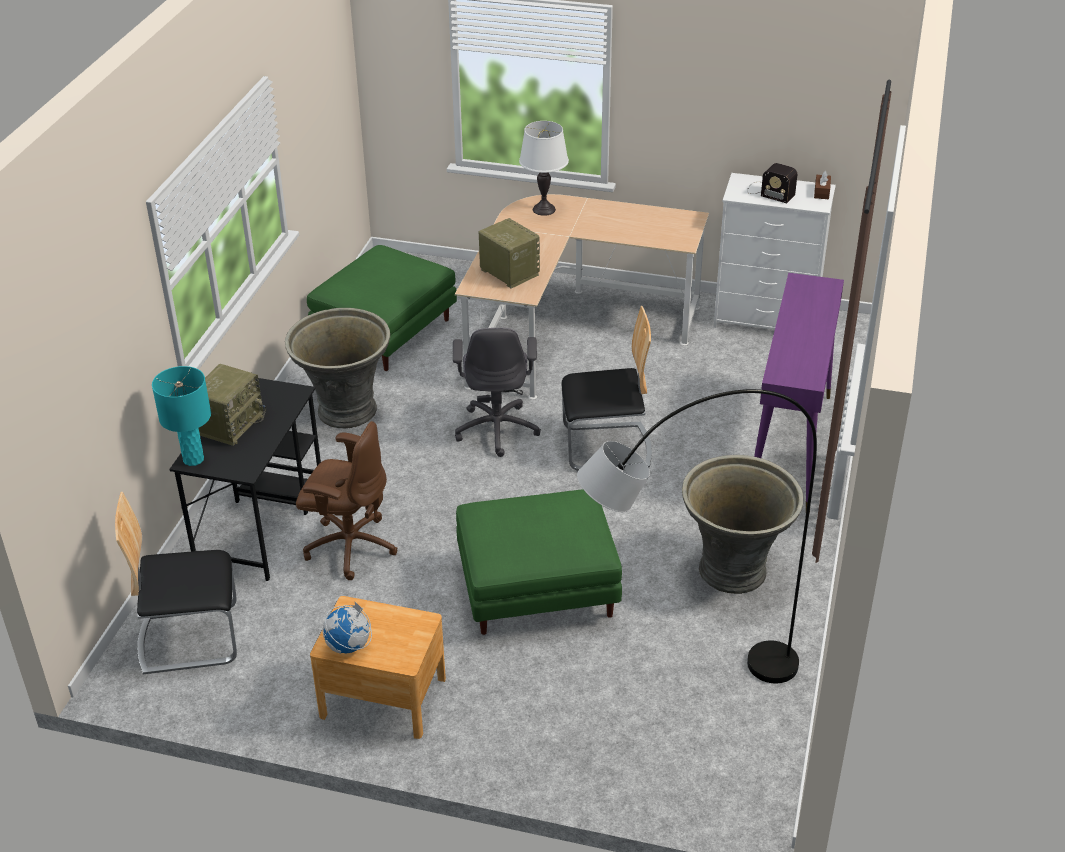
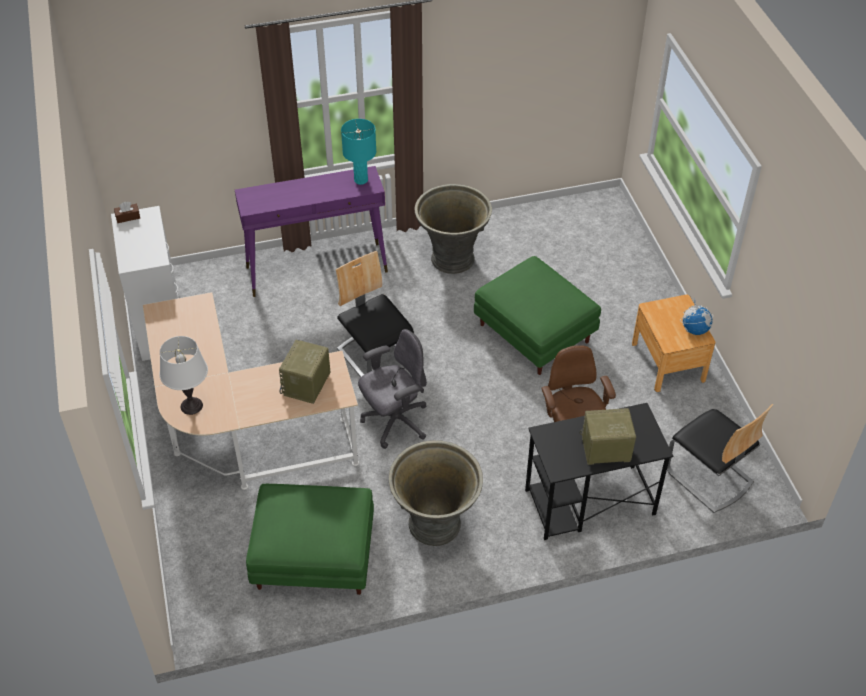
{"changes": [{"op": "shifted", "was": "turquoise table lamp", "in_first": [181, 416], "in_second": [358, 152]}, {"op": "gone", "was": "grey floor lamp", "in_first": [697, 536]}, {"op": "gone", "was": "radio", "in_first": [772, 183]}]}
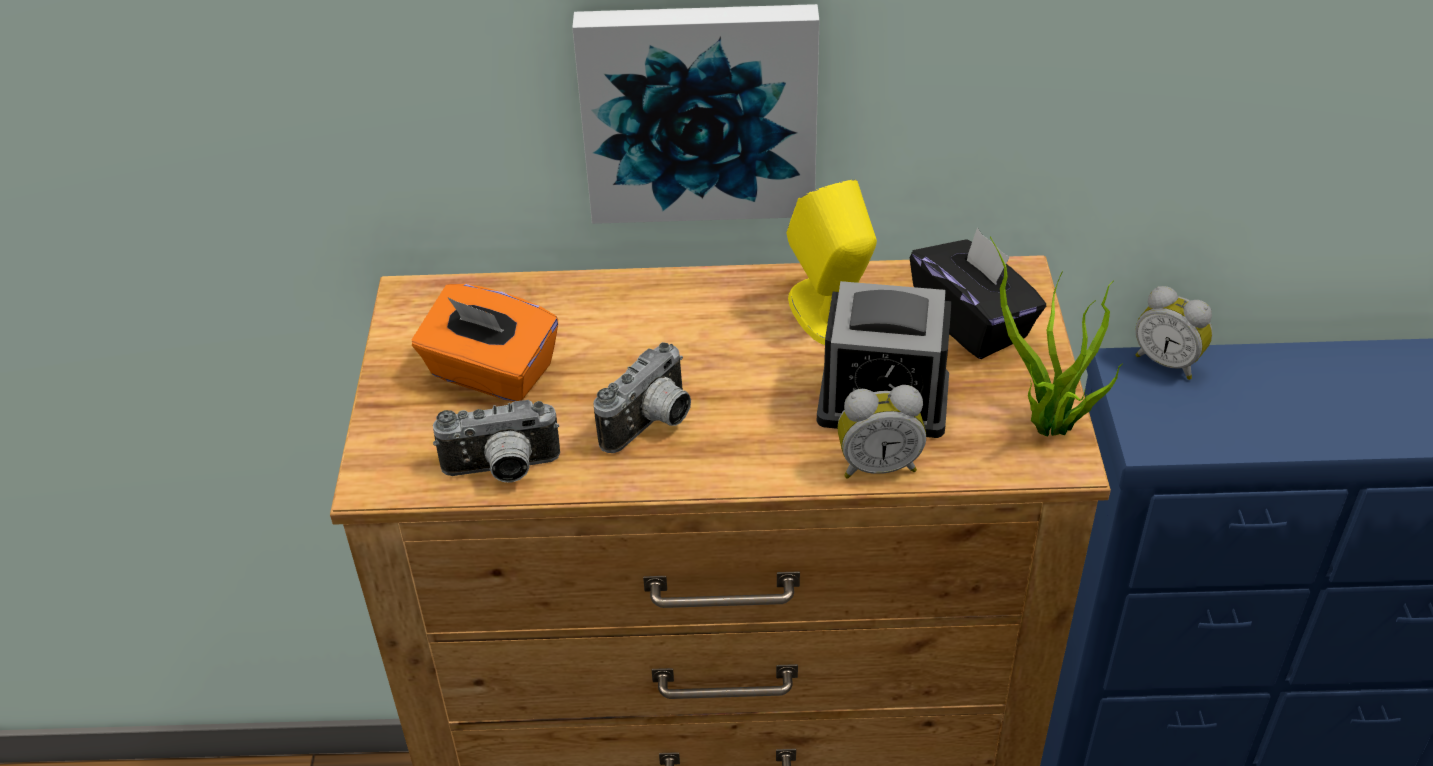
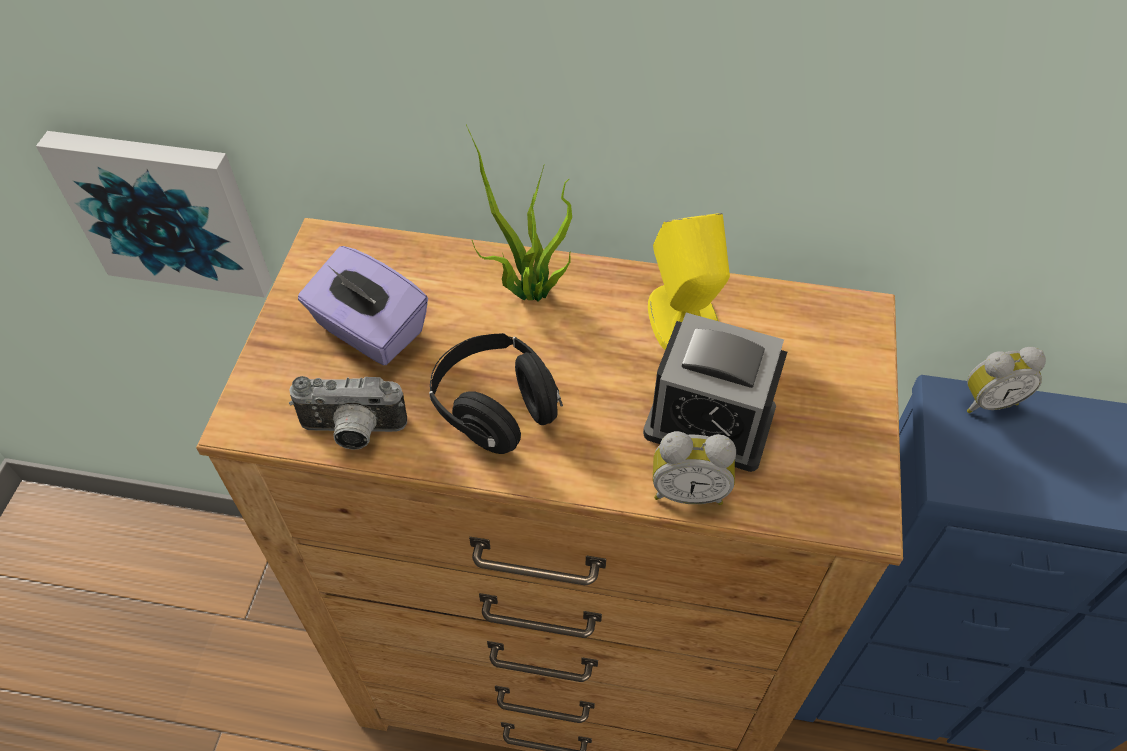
{"changes": [{"op": "repainted", "was": "orange tissue box", "now": "purple tissue box", "in_first": [485, 343], "in_second": [363, 305]}, {"op": "shifted", "was": "picture", "in_first": [695, 114], "in_second": [154, 214]}, {"op": "swapped", "was": "photo camera", "now": "black headphones", "in_first": [642, 397], "in_second": [496, 393]}, {"op": "gone", "was": "black tissue box", "in_first": [978, 293]}, {"op": "shifted", "was": "potted plant", "in_first": [1056, 336], "in_second": [519, 212]}, {"op": "rotated", "was": "alarm clock", "in_first": [1174, 333], "in_second": [1006, 380], "clockwise": -60}]}
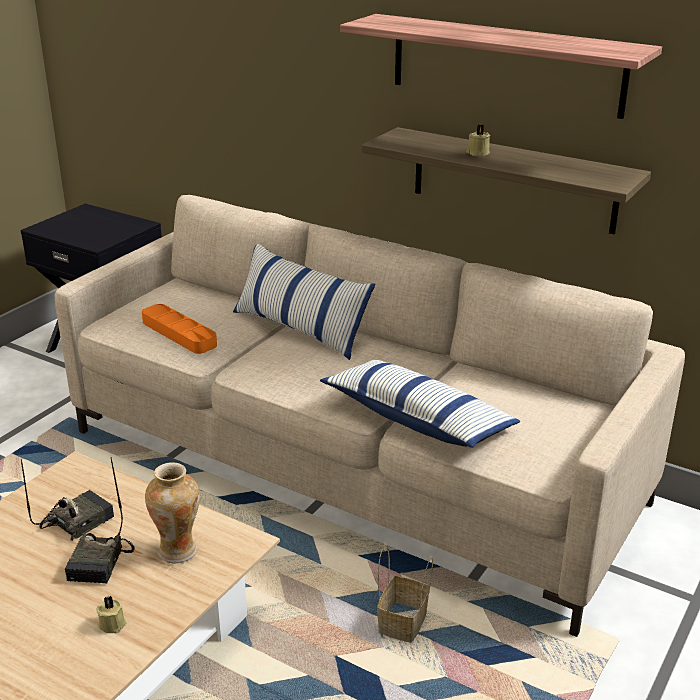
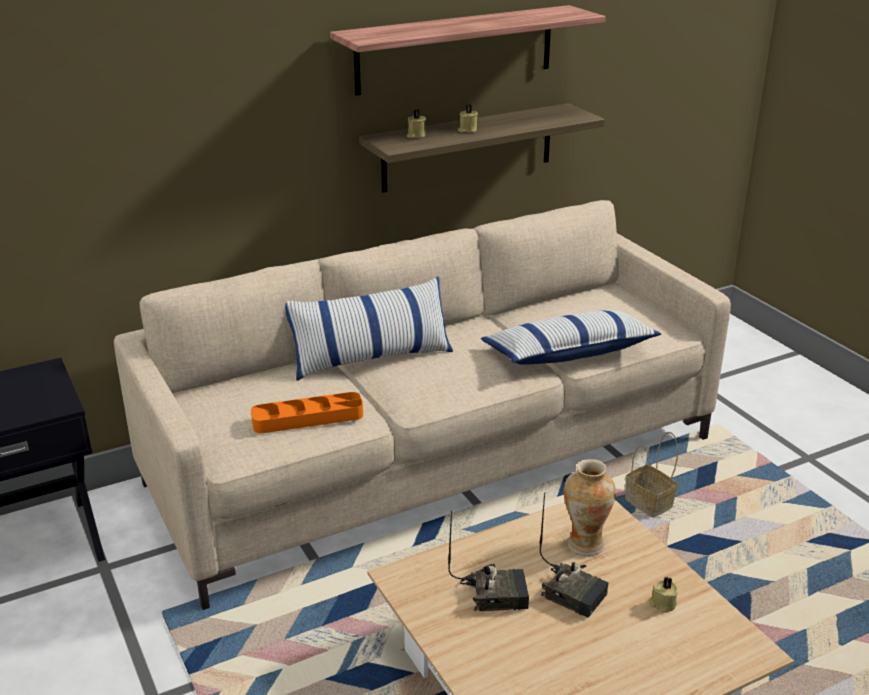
{"changes": [{"op": "rotated", "was": "radio", "in_first": [67, 500], "in_second": [488, 561], "clockwise": 105}, {"op": "new", "now": "beige candle", "in_second": [416, 123]}]}
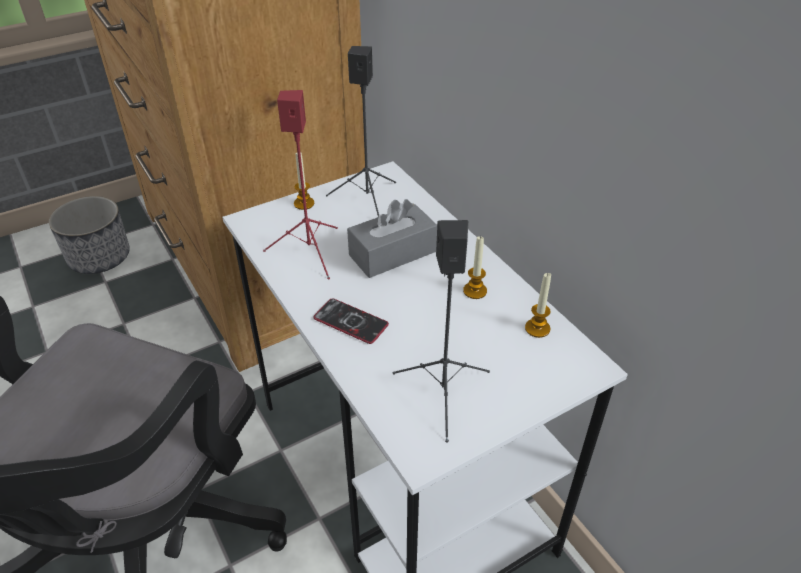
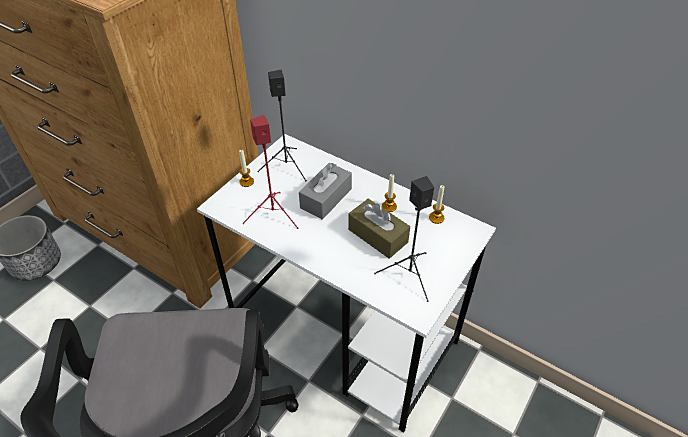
{"changes": [{"op": "gone", "was": "phone", "in_first": [351, 321]}, {"op": "new", "now": "brown tissue box", "in_second": [379, 229]}]}
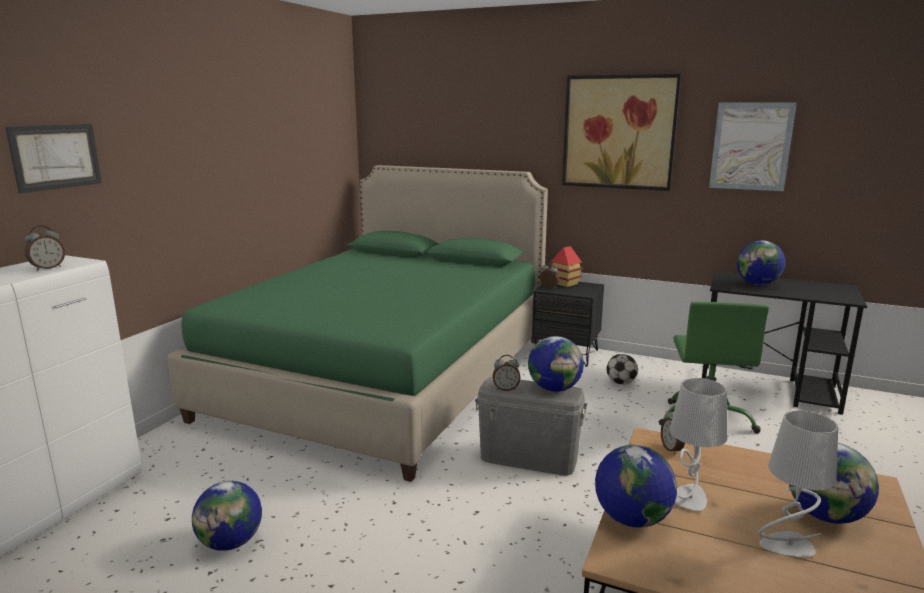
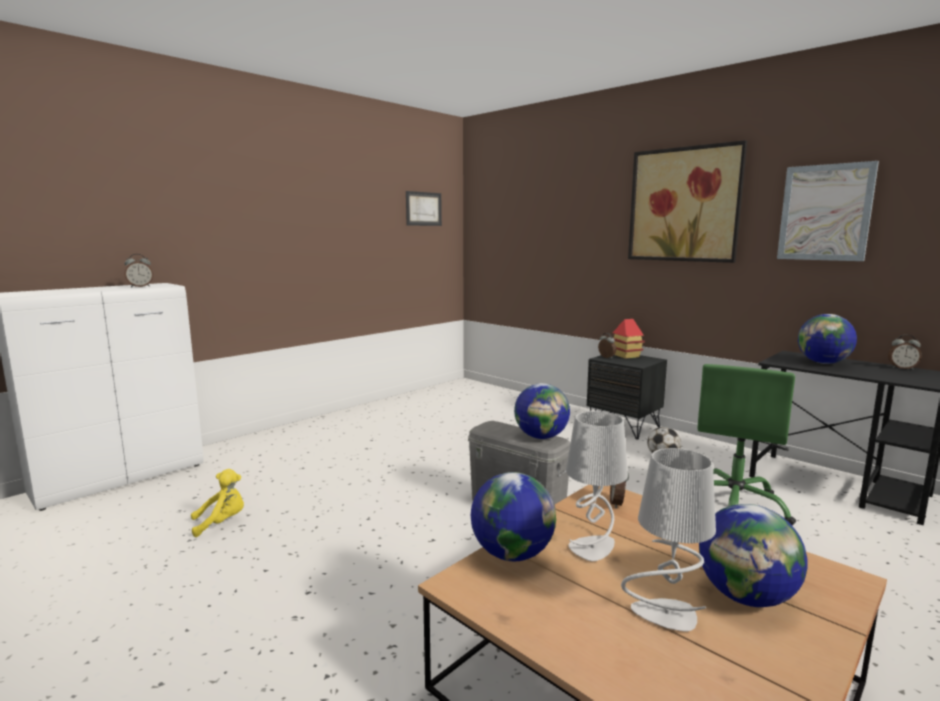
{"changes": [{"op": "shifted", "was": "picture", "in_first": [53, 158], "in_second": [424, 208]}, {"op": "gone", "was": "green bed", "in_first": [357, 323]}, {"op": "swapped", "was": "globe", "now": "yellow plush toy", "in_first": [227, 516], "in_second": [217, 503]}, {"op": "shifted", "was": "alarm clock", "in_first": [507, 373], "in_second": [905, 351]}]}
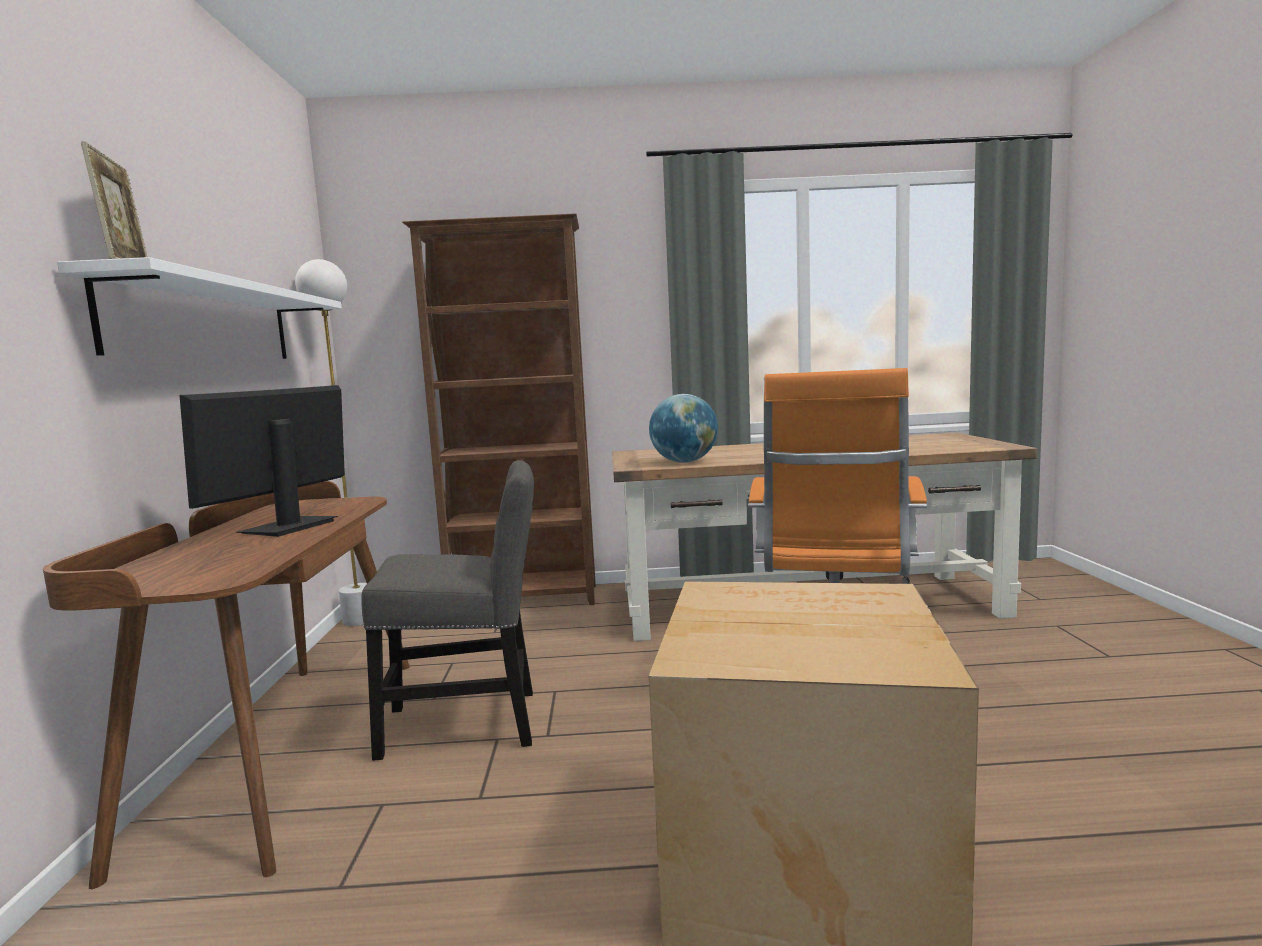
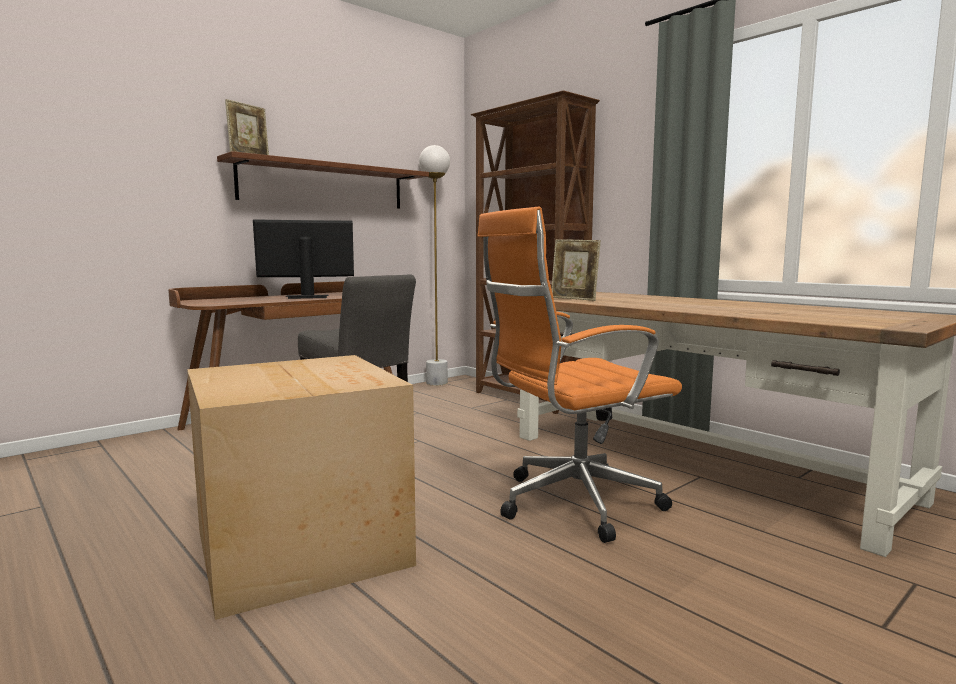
{"changes": [{"op": "repainted", "was": "white shelf", "now": "brown shelf", "in_first": [199, 308], "in_second": [323, 180]}, {"op": "swapped", "was": "globe", "now": "picture frame", "in_first": [683, 428], "in_second": [576, 270]}]}
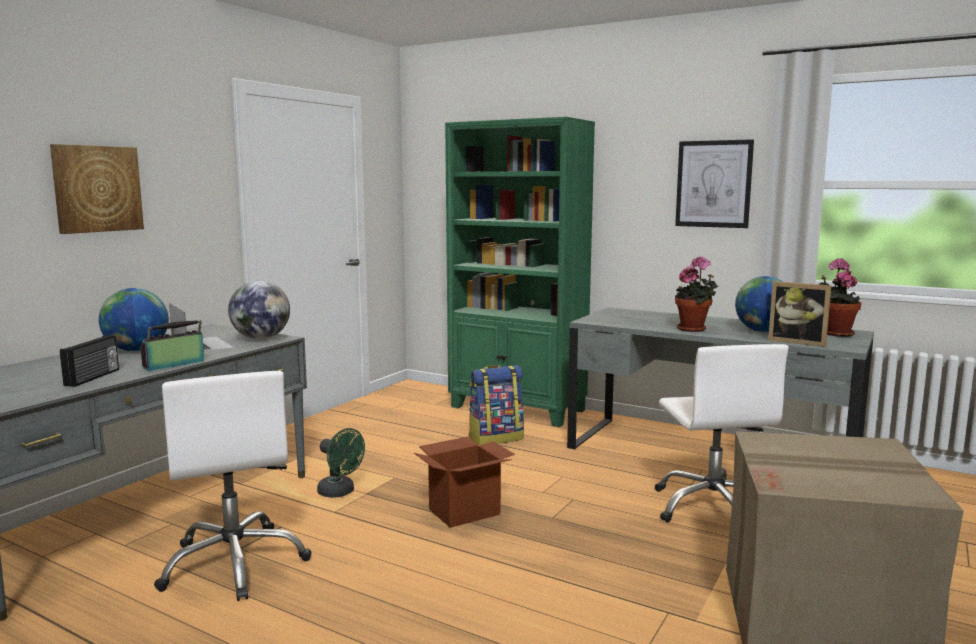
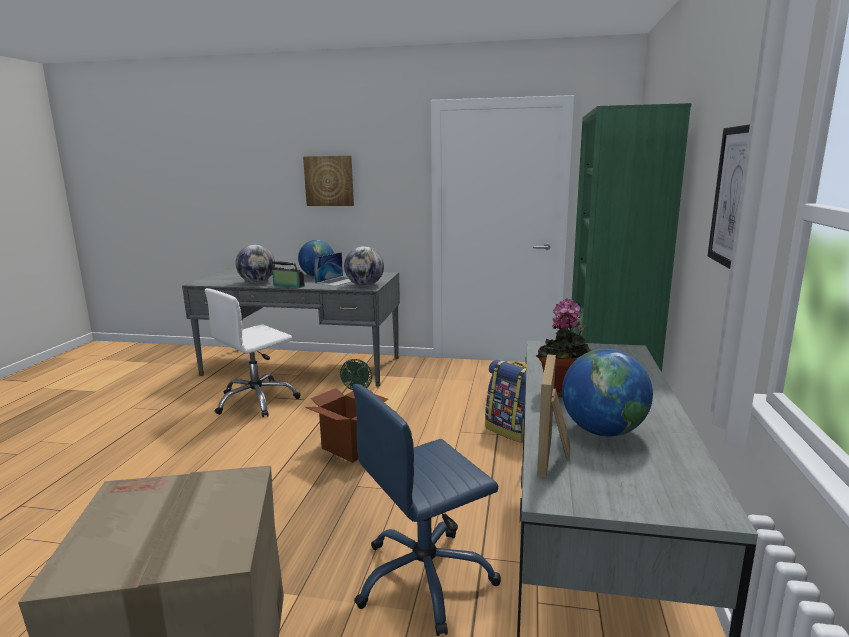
{"changes": [{"op": "swapped", "was": "radio", "now": "globe", "in_first": [89, 361], "in_second": [255, 264]}, {"op": "repainted", "was": "white office chair", "now": "blue office chair", "in_first": [721, 433], "in_second": [426, 510]}, {"op": "gone", "was": "potted plant", "in_first": [840, 297]}]}
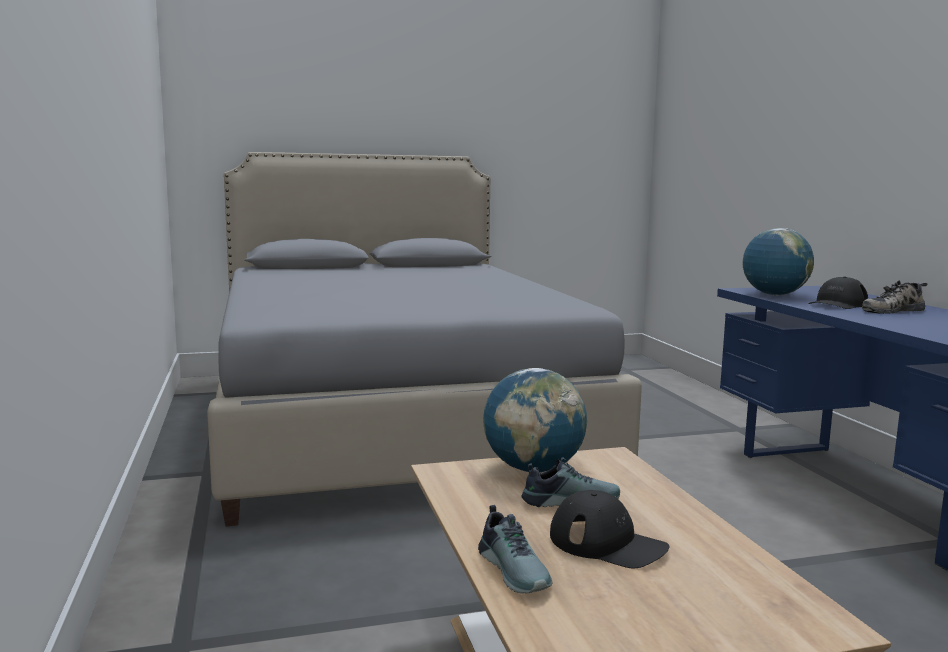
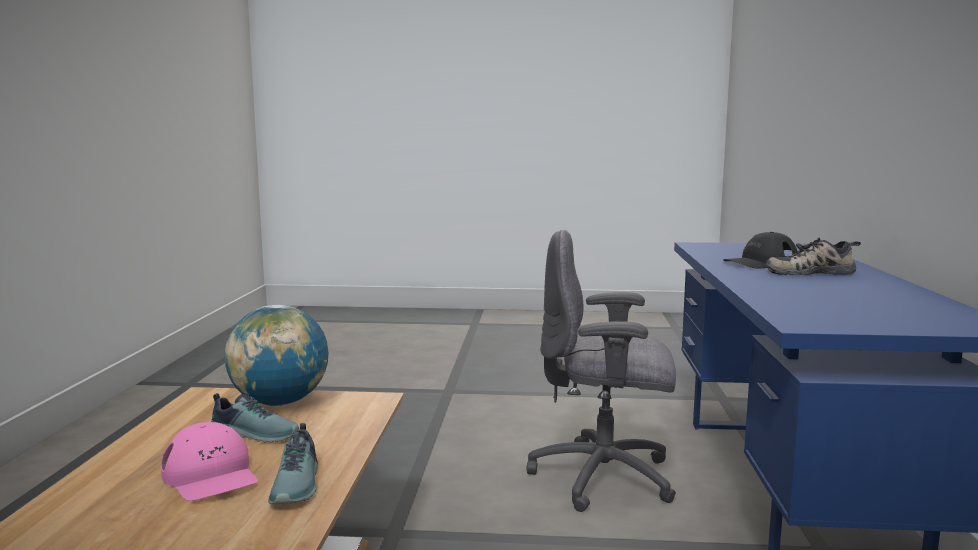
{"changes": [{"op": "gone", "was": "grey bed", "in_first": [424, 339]}, {"op": "shifted", "was": "shoe", "in_first": [515, 549], "in_second": [293, 463]}, {"op": "repainted", "was": "black cap", "now": "pink cap", "in_first": [609, 529], "in_second": [209, 461]}, {"op": "gone", "was": "globe", "in_first": [778, 262]}, {"op": "new", "now": "grey office chair", "in_second": [601, 371]}]}
